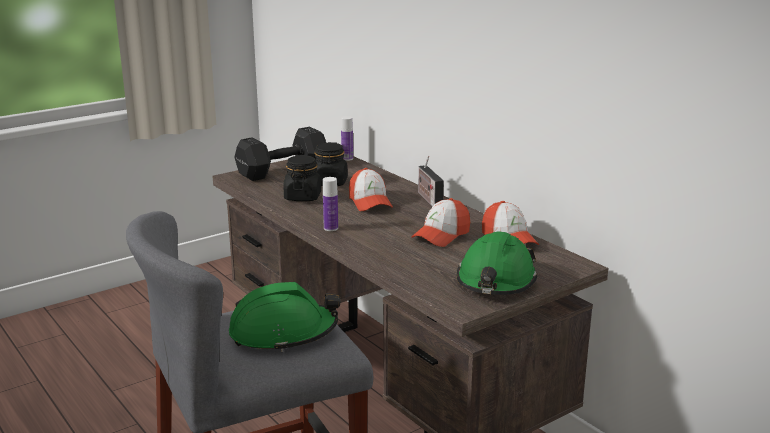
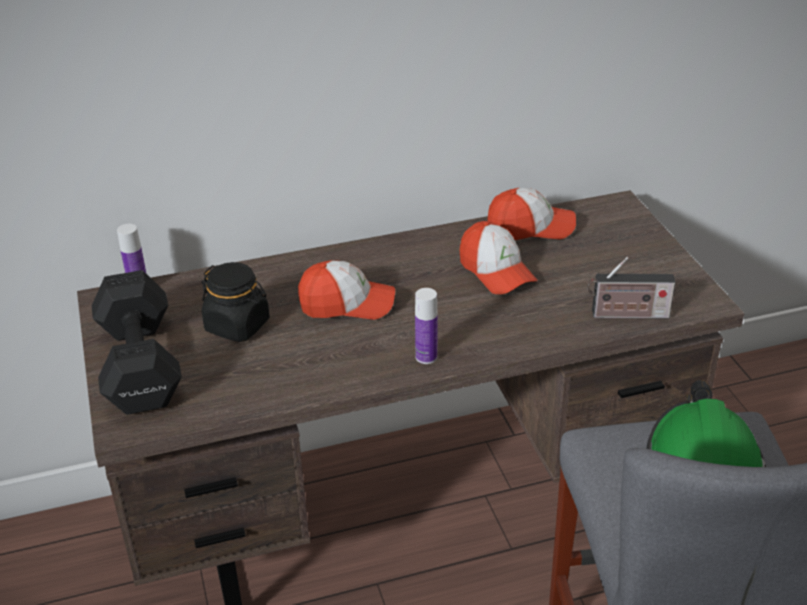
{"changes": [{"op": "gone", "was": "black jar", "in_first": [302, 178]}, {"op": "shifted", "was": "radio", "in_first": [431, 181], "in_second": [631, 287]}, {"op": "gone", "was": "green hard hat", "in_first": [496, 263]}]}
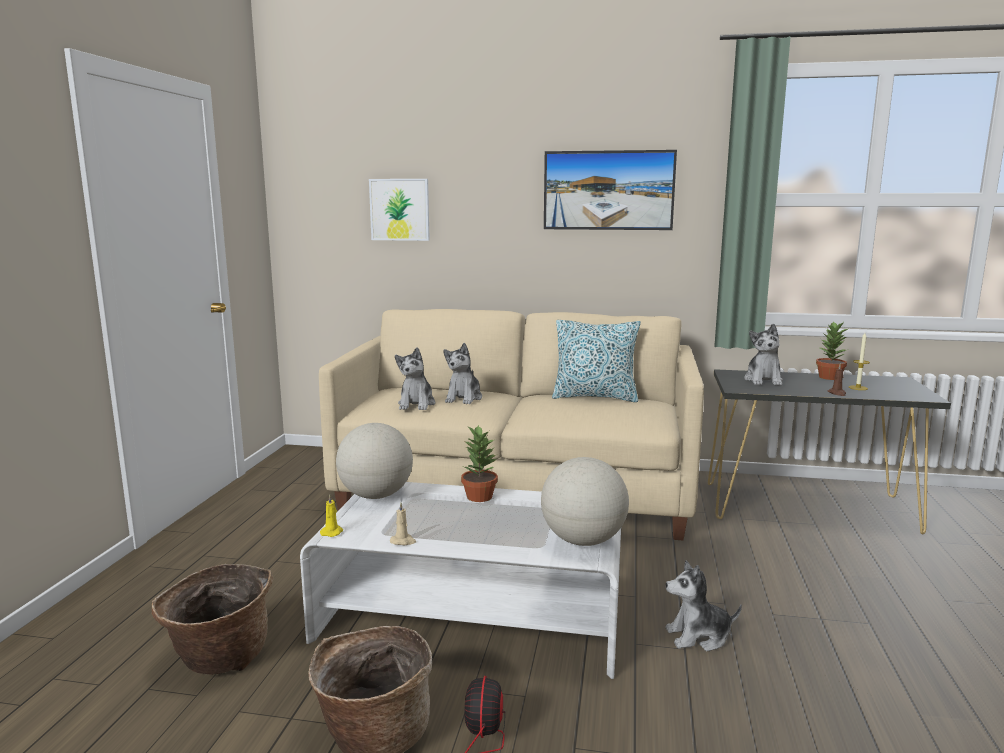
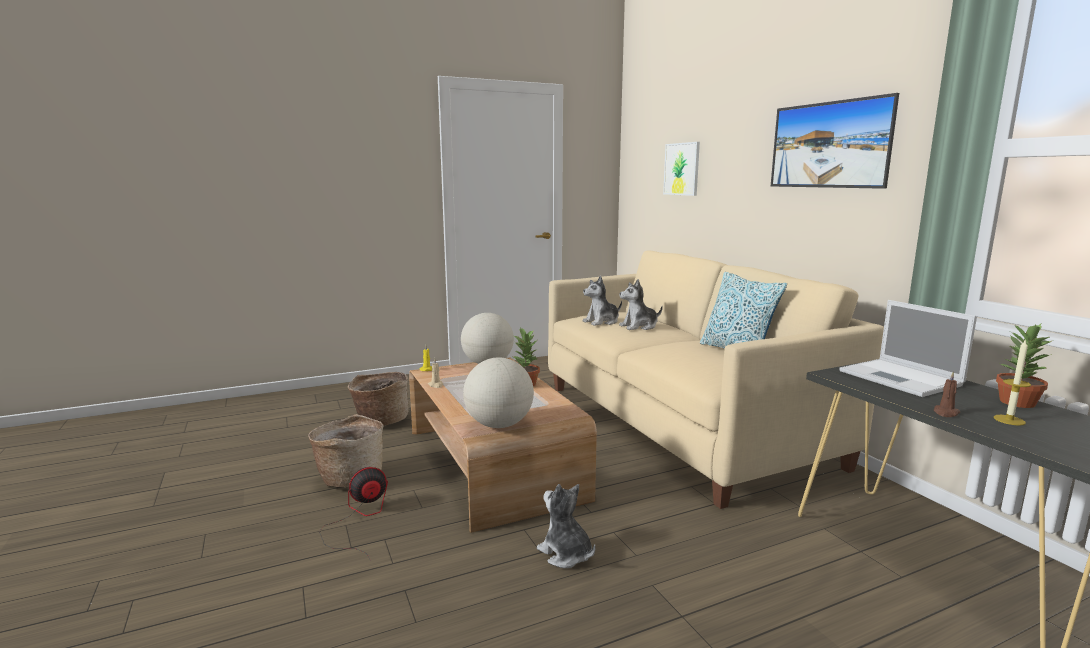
{"changes": [{"op": "repainted", "was": "white coffee table", "now": "brown coffee table", "in_first": [460, 580], "in_second": [503, 445]}, {"op": "swapped", "was": "plush toy", "now": "laptop", "in_first": [763, 355], "in_second": [908, 348]}]}
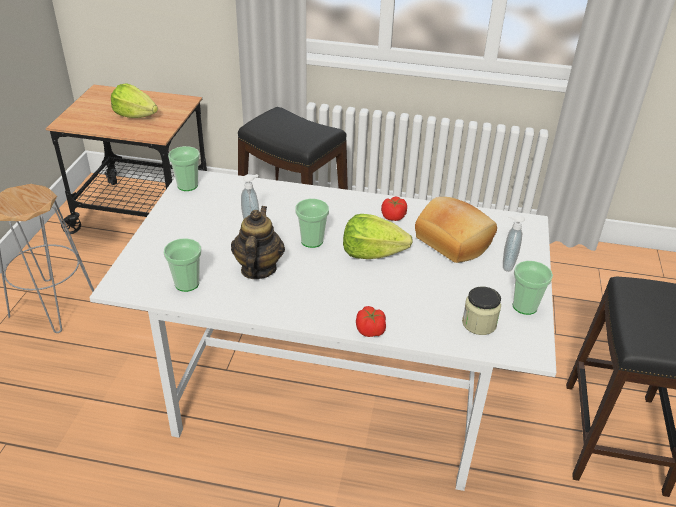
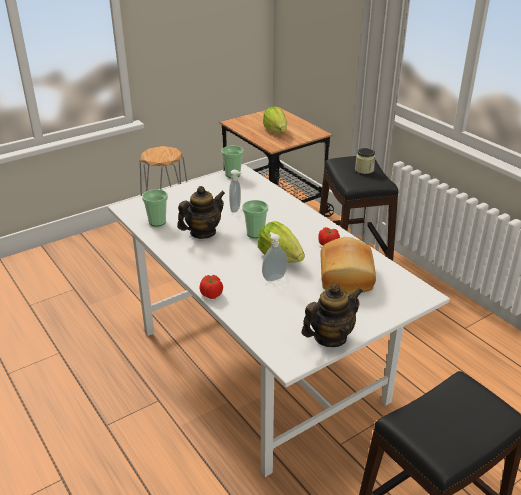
{"changes": [{"op": "shifted", "was": "jar", "in_first": [481, 311], "in_second": [365, 161]}, {"op": "shifted", "was": "soap dispenser", "in_first": [514, 243], "in_second": [274, 256]}, {"op": "swapped", "was": "cup", "now": "teapot", "in_first": [533, 288], "in_second": [331, 315]}]}
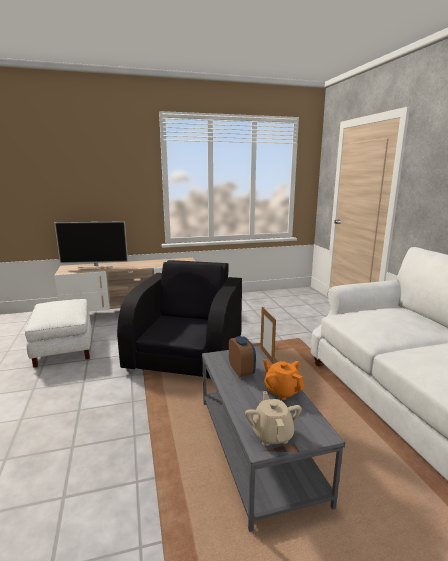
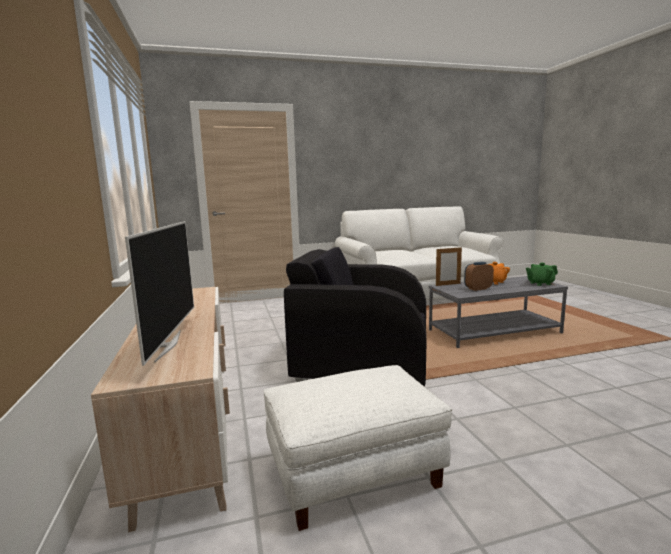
{"changes": [{"op": "repainted", "was": "beige teapot", "now": "green teapot", "in_first": [273, 418], "in_second": [542, 274]}]}
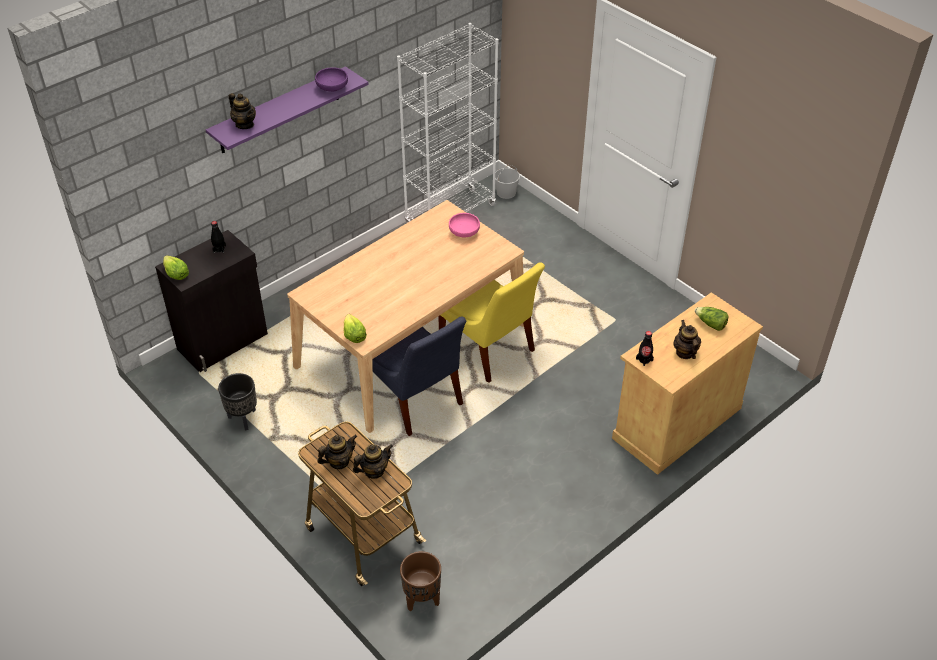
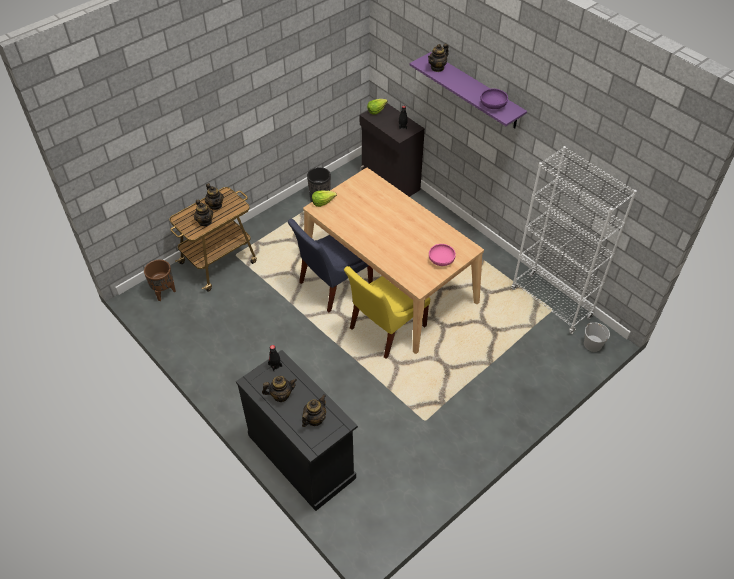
{"changes": [{"op": "repainted", "was": "beige cabinet", "now": "black cabinet", "in_first": [687, 383], "in_second": [297, 430]}, {"op": "swapped", "was": "lettuce", "now": "teapot", "in_first": [711, 319], "in_second": [314, 410]}]}
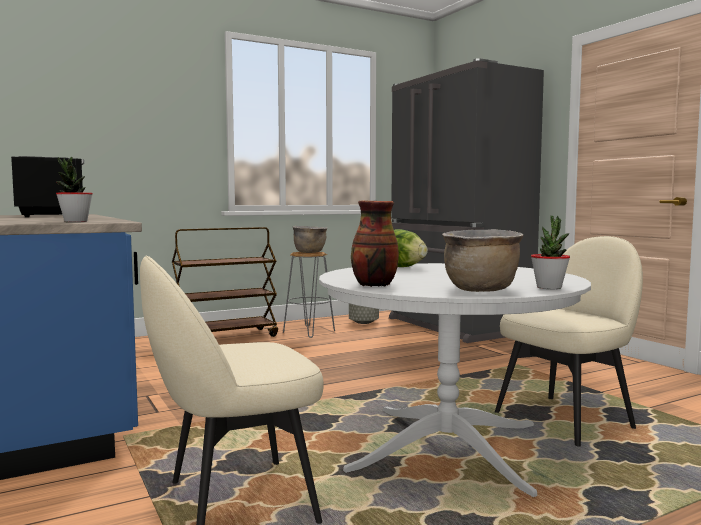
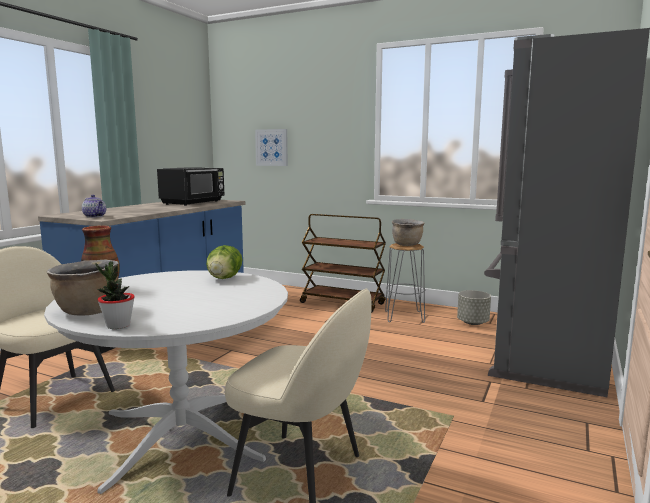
{"changes": [{"op": "swapped", "was": "potted plant", "now": "teapot", "in_first": [74, 189], "in_second": [94, 206]}, {"op": "new", "now": "picture", "in_second": [271, 147]}]}
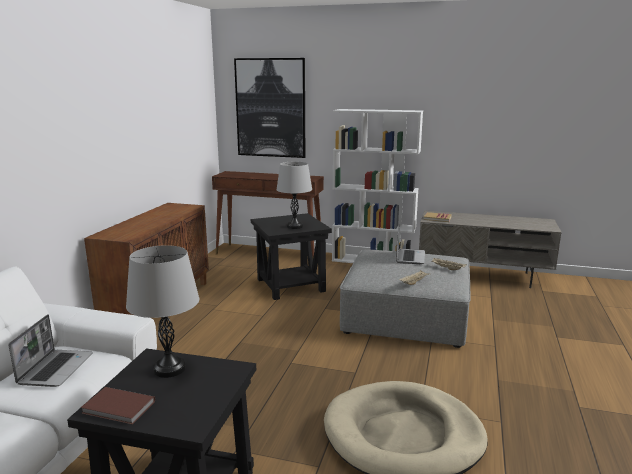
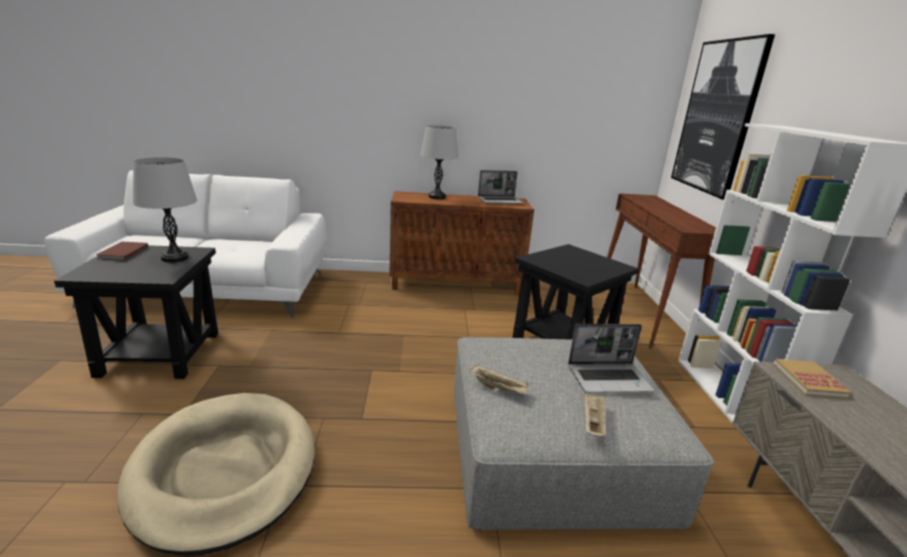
{"changes": [{"op": "shifted", "was": "laptop", "in_first": [51, 350], "in_second": [500, 187]}, {"op": "shifted", "was": "grey table lamp", "in_first": [294, 195], "in_second": [439, 162]}]}
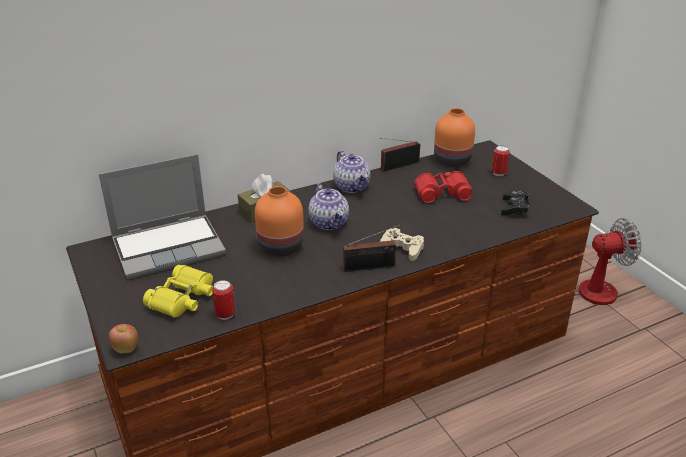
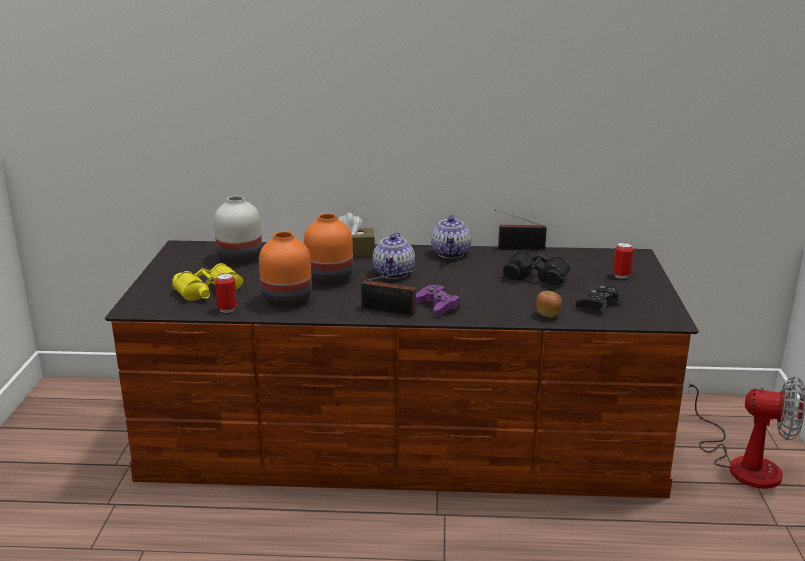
{"changes": [{"op": "swapped", "was": "laptop", "now": "white vase", "in_first": [162, 216], "in_second": [238, 230]}, {"op": "shifted", "was": "apple", "in_first": [123, 338], "in_second": [549, 304]}, {"op": "repainted", "was": "beige game controller", "now": "purple game controller", "in_first": [402, 244], "in_second": [438, 301]}, {"op": "repainted", "was": "red binoculars", "now": "black binoculars", "in_first": [443, 187], "in_second": [536, 269]}, {"op": "shifted", "was": "orange vase", "in_first": [454, 137], "in_second": [285, 269]}]}
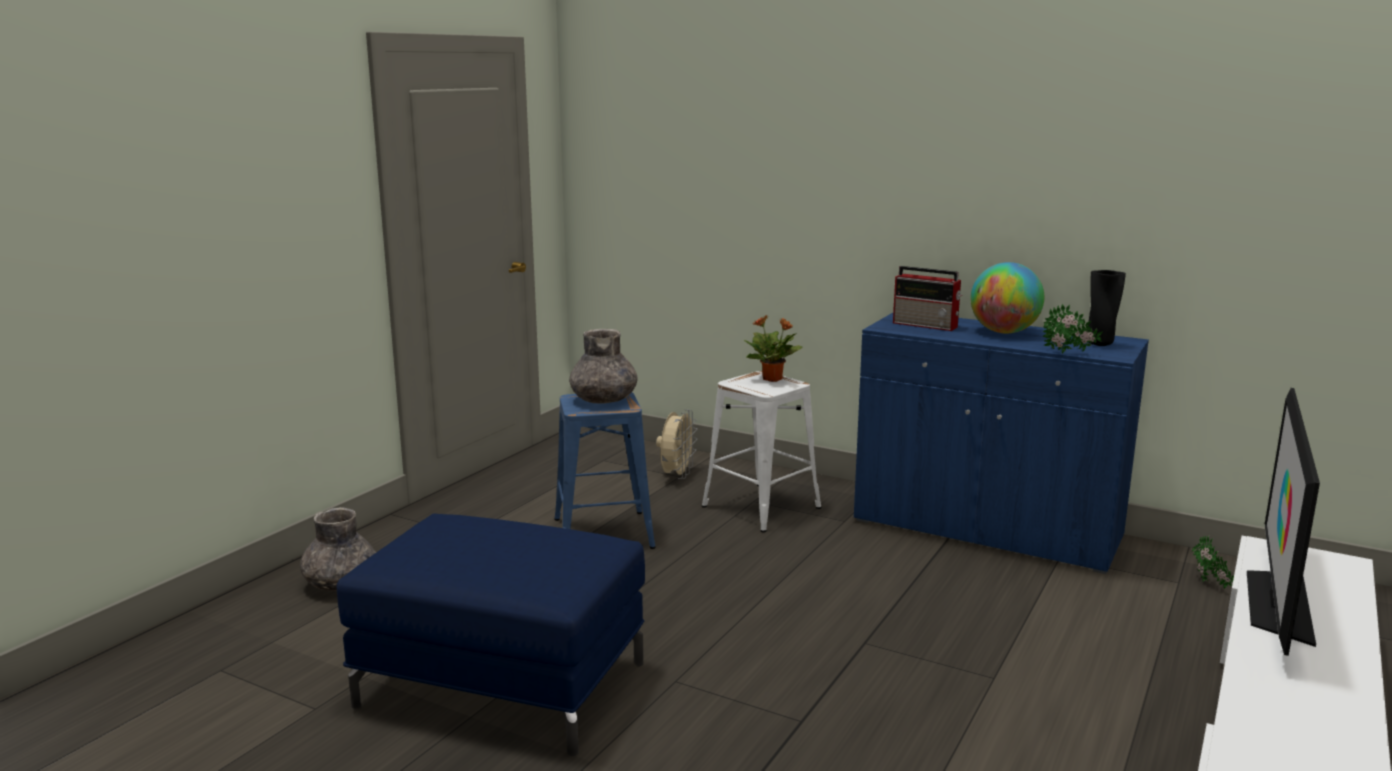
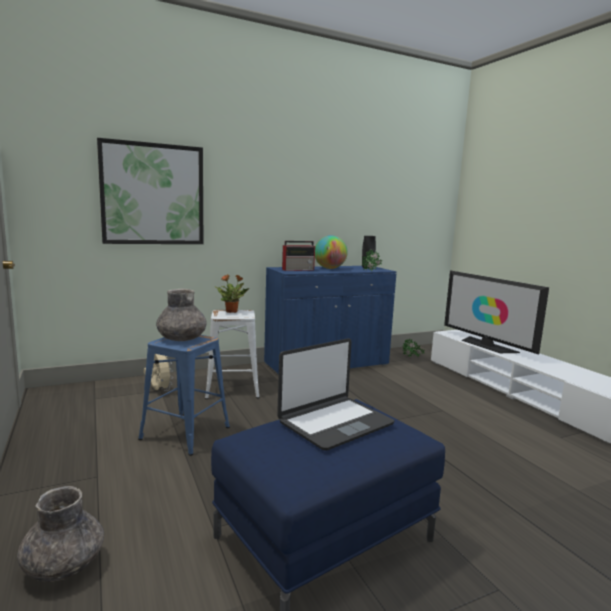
{"changes": [{"op": "new", "now": "picture", "in_second": [150, 191]}, {"op": "new", "now": "laptop", "in_second": [335, 394]}]}
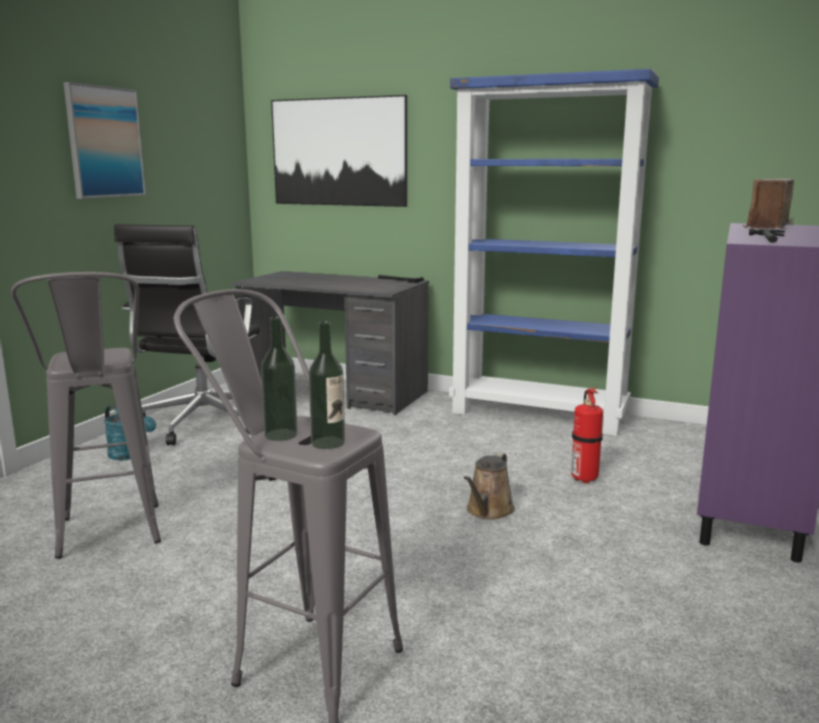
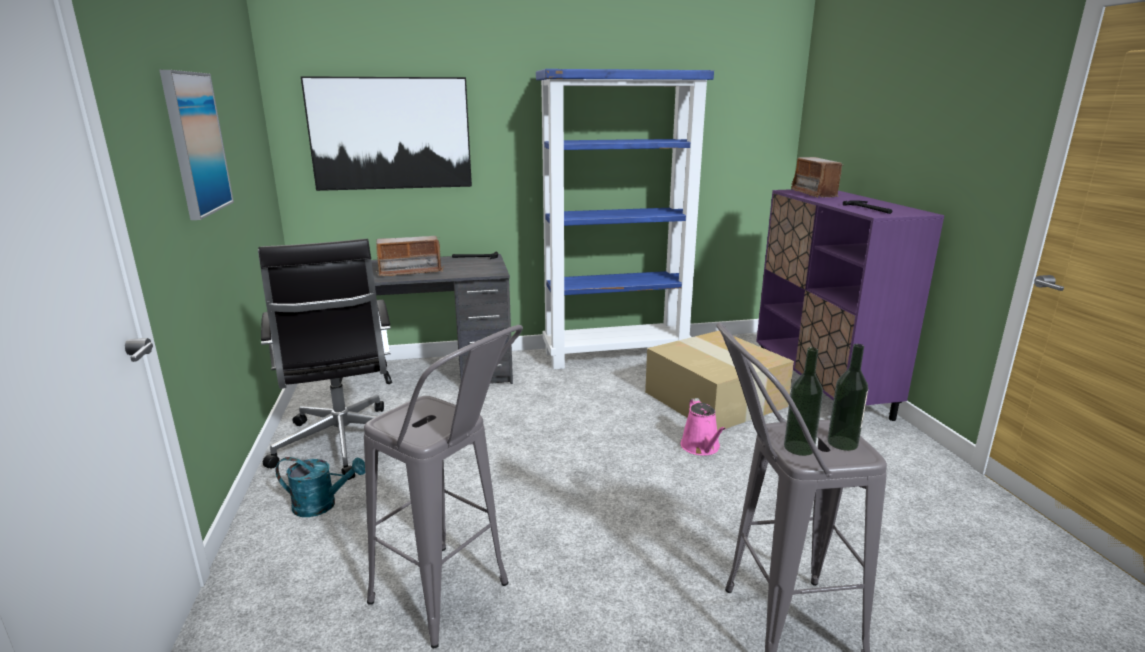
{"changes": [{"op": "repainted", "was": "brown watering can", "now": "pink watering can", "in_first": [489, 486], "in_second": [703, 426]}, {"op": "swapped", "was": "fire extinguisher", "now": "cardboard box", "in_first": [587, 434], "in_second": [719, 381]}, {"op": "new", "now": "radio", "in_second": [410, 256]}]}
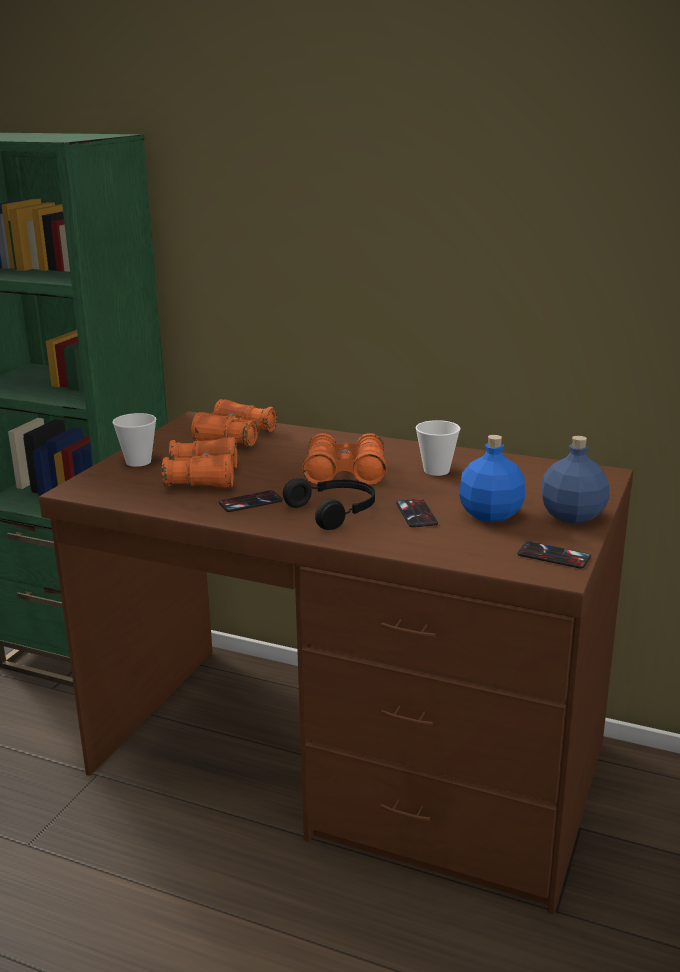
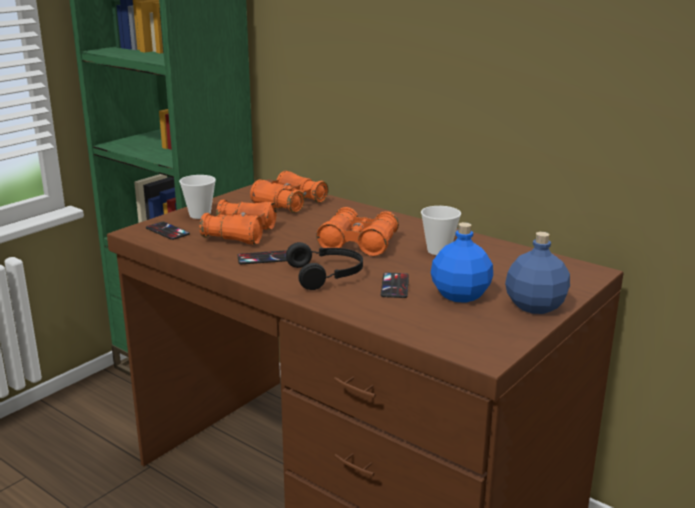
{"changes": [{"op": "shifted", "was": "phone", "in_first": [554, 555], "in_second": [168, 231]}]}
